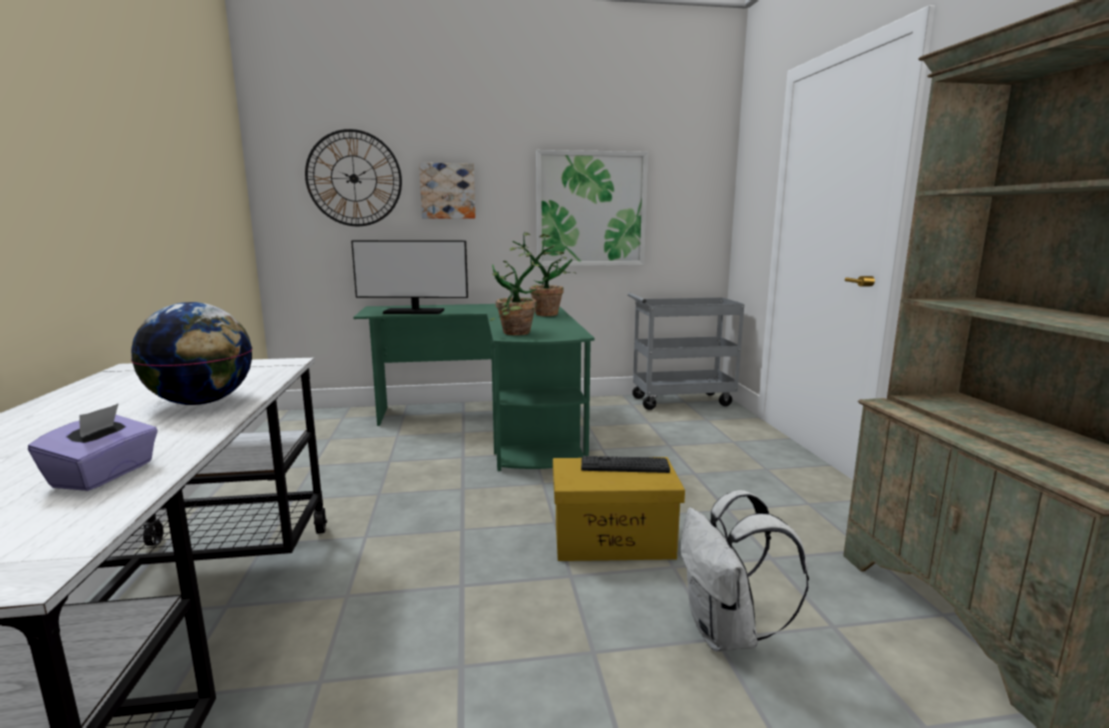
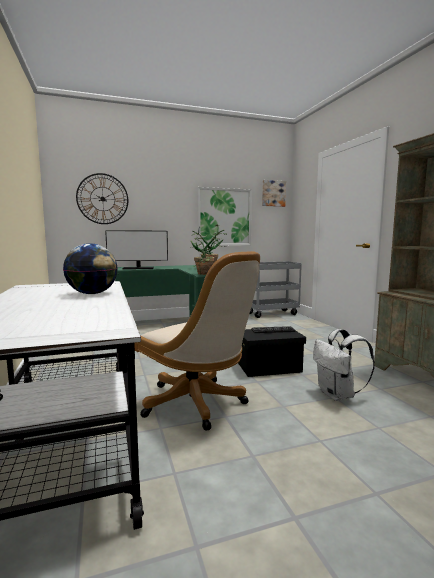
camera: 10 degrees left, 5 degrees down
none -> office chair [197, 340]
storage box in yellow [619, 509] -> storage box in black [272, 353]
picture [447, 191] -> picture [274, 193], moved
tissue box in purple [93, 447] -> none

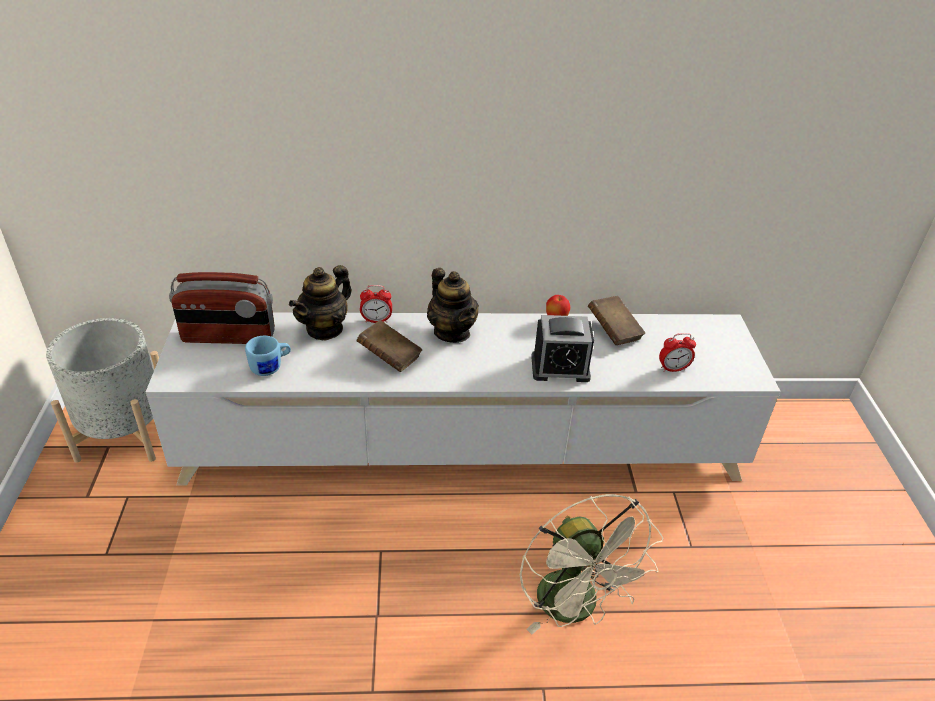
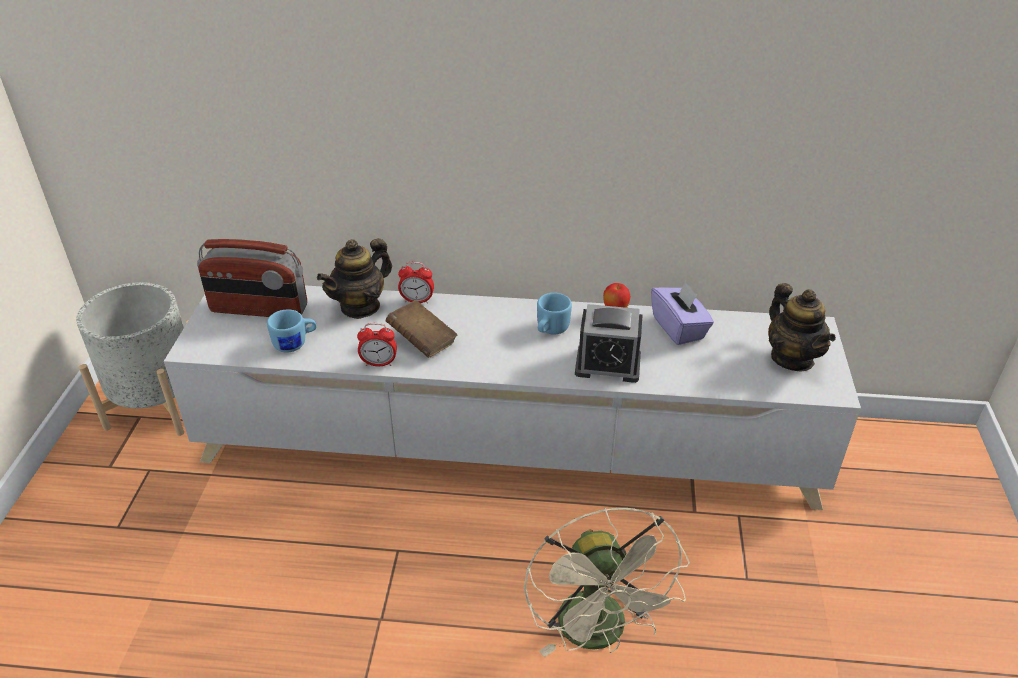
camera: 10 degrees right, 0 degrees up
alarm clock [677, 352] -> alarm clock [377, 344], moved
none -> mug in blue [554, 314]
book in brown [616, 320] -> tissue box in purple [682, 312]
teapot [453, 305] -> teapot [802, 327], moved

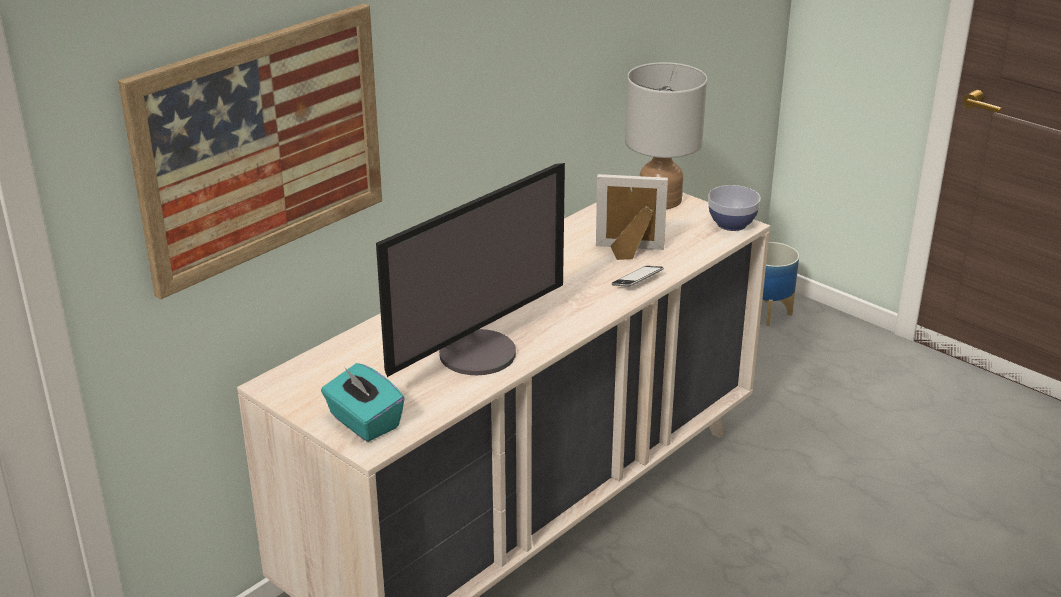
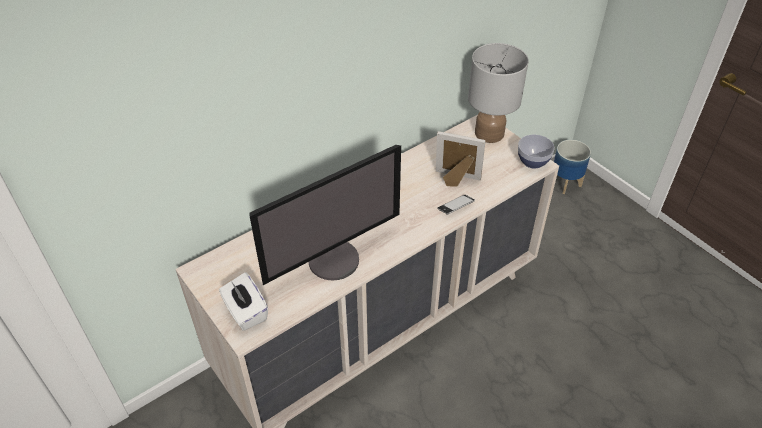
camera: 10 degrees right, 15 degrees up
tissue box in turquoise [363, 402] -> tissue box in white [243, 301]
picture [250, 152] -> none

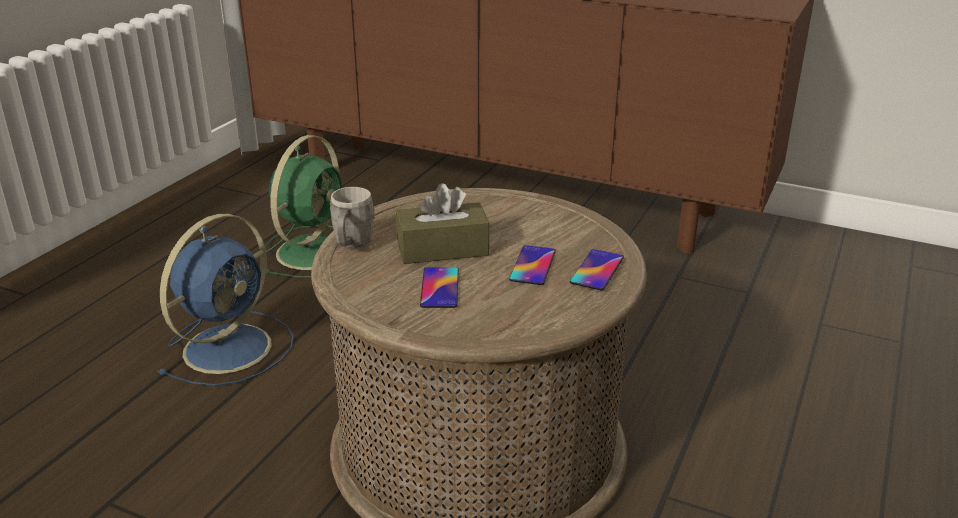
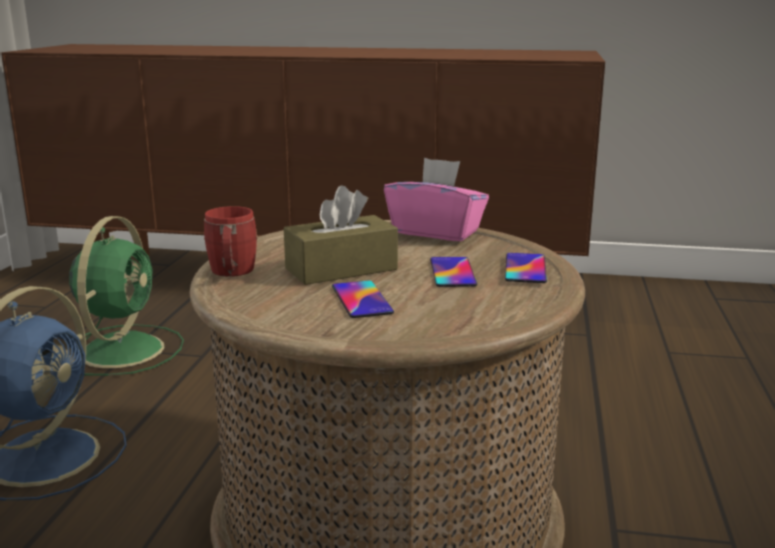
camera: 15 degrees left, 10 degrees down
mug in grey [352, 217] -> mug in red [231, 241]
none -> tissue box in pink [436, 199]

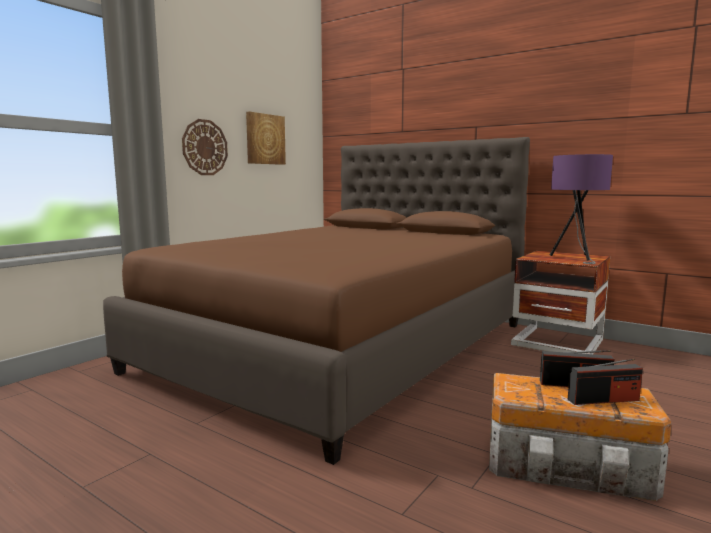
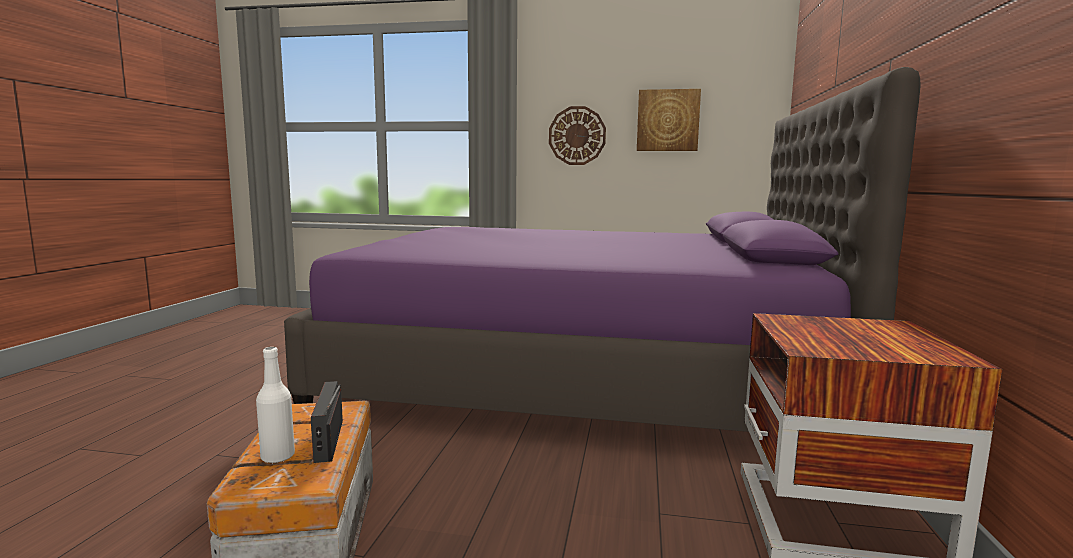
camera: 65 degrees right, 0 degrees up
radio [605, 381] -> bottle in white [275, 405]
bed in brown [316, 301] -> bed in purple [602, 249]
table lamp in purple [581, 209] -> none

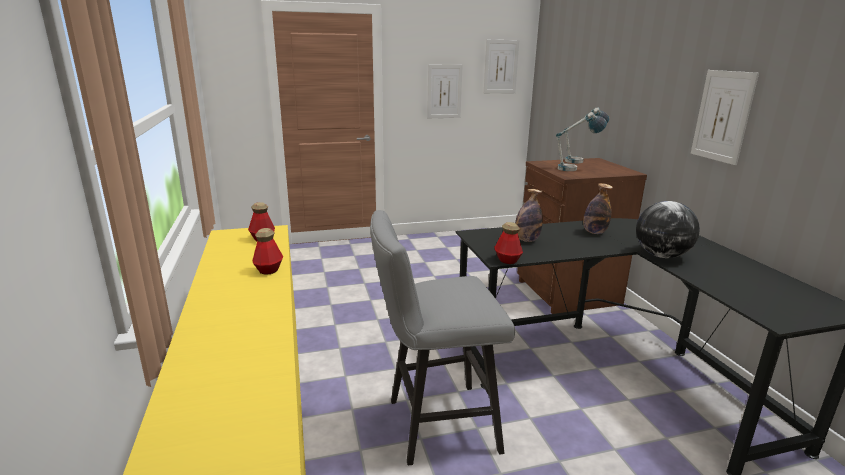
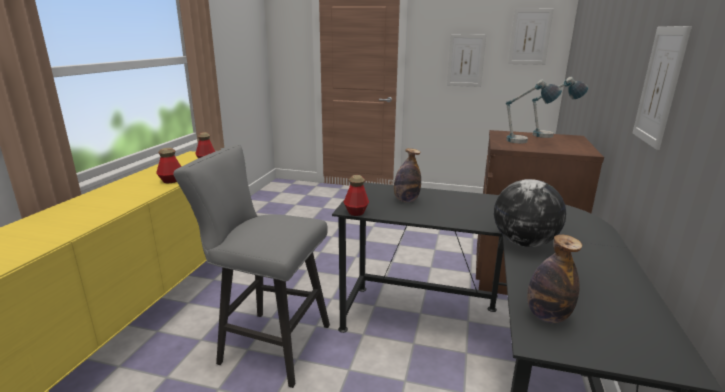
camera: 30 degrees right, 0 degrees up
bottle [598, 208] -> bottle [554, 279], moved

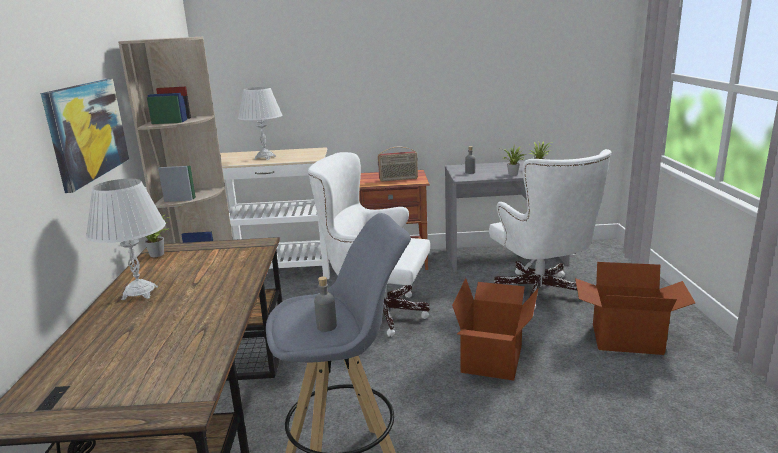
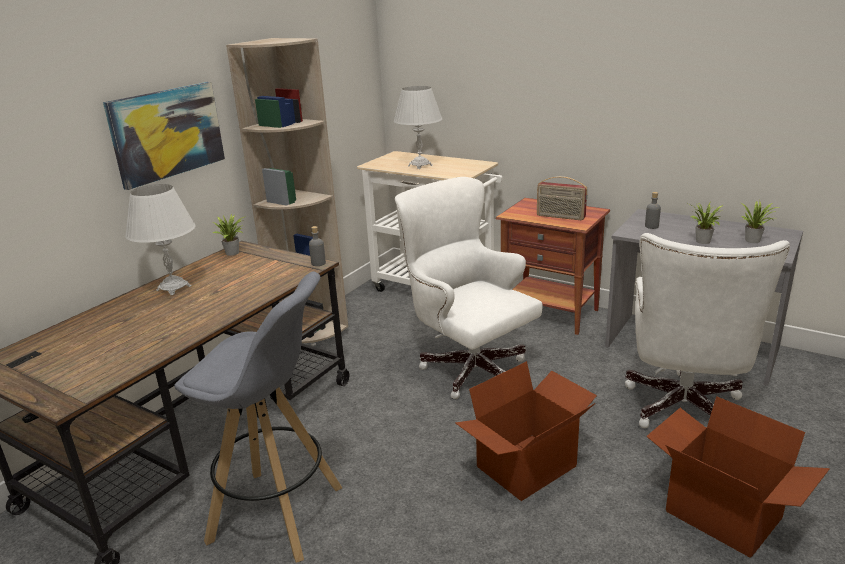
camera: 35 degrees right, 5 degrees up
bottle in grey [325, 304] -> bottle in grey [317, 246], moved

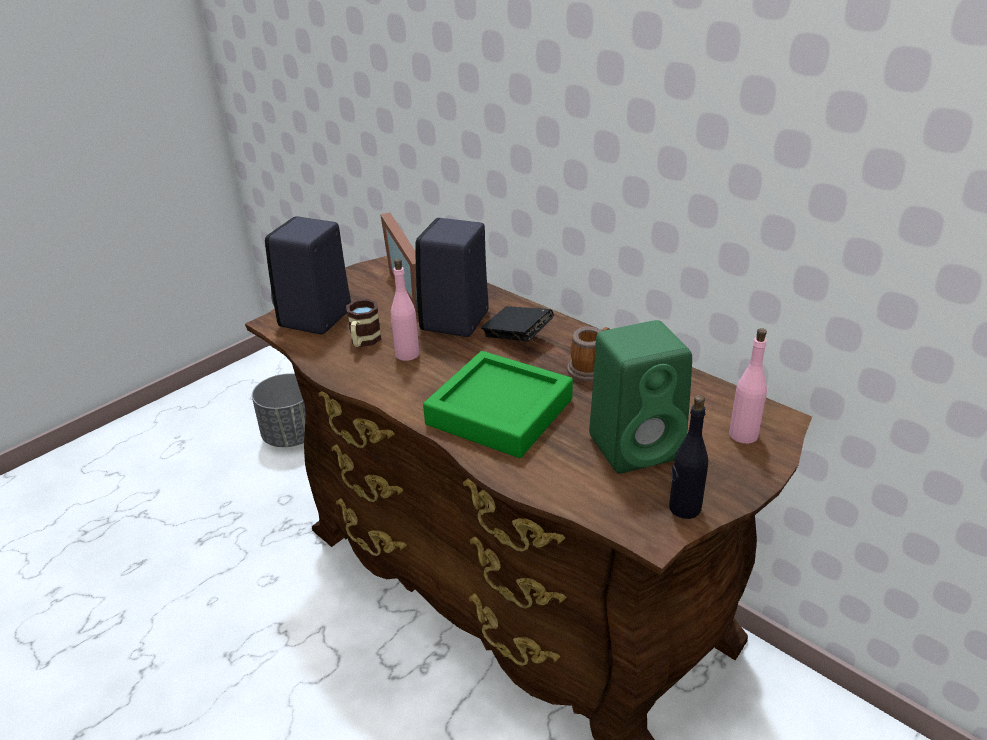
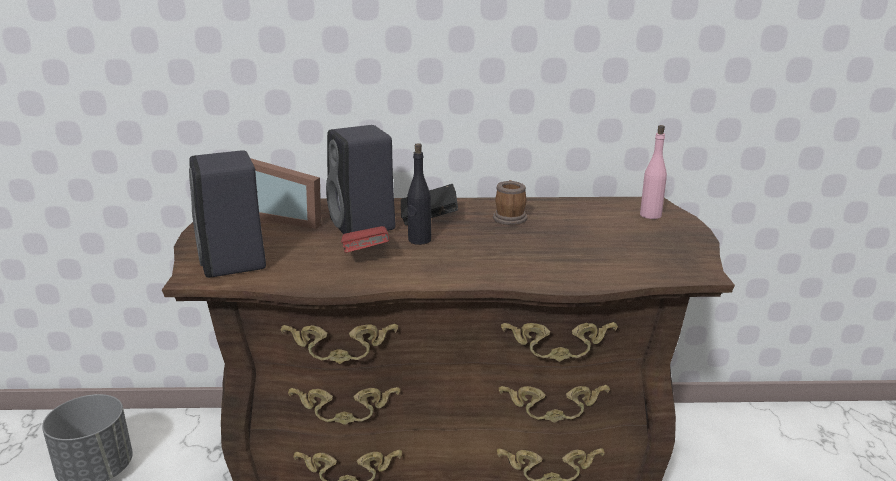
camera: 45 degrees left, 10 degrees down
bottle in pink [405, 310] -> book in red [365, 239]
bottle in black [688, 457] -> bottle in black [419, 194], moved
mug [364, 323] -> none
tray in green [498, 404] -> none
speaker in green [640, 397] -> none

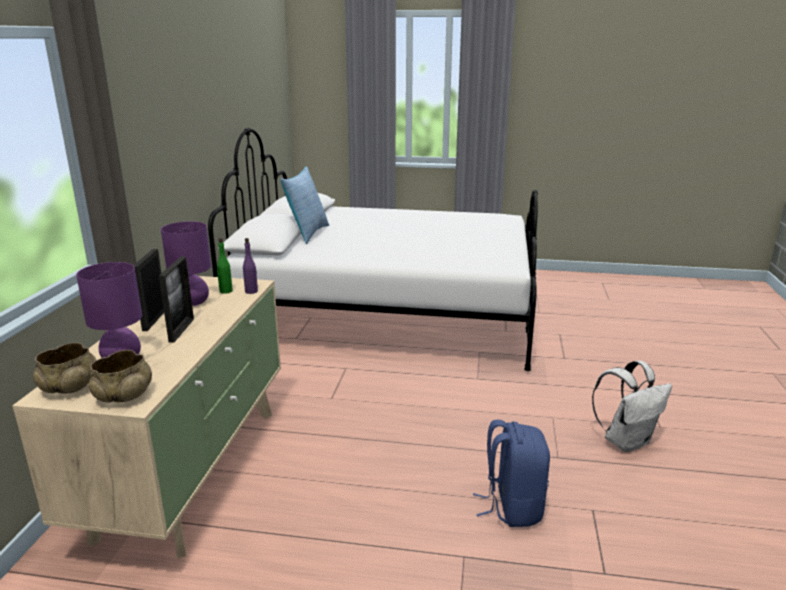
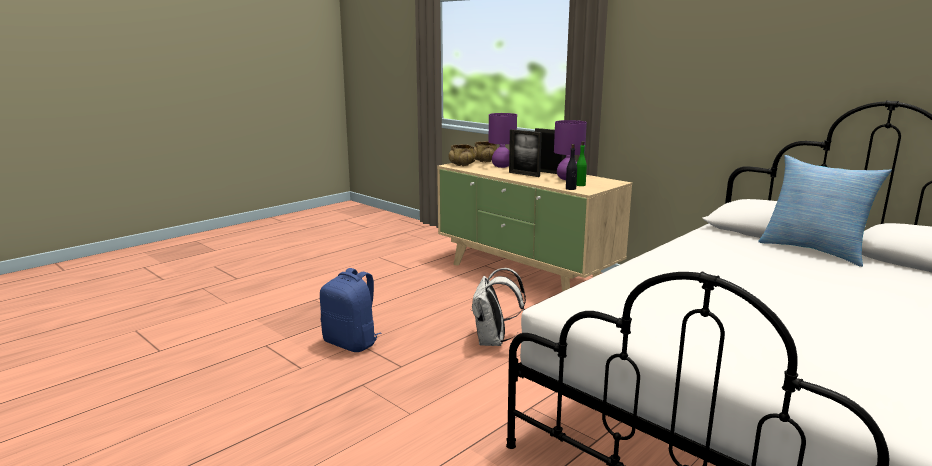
camera: 125 degrees right, 5 degrees down
backpack in white [632, 406] -> backpack in white [498, 307], moved
bottle in purple [250, 266] -> bottle in black [571, 167]

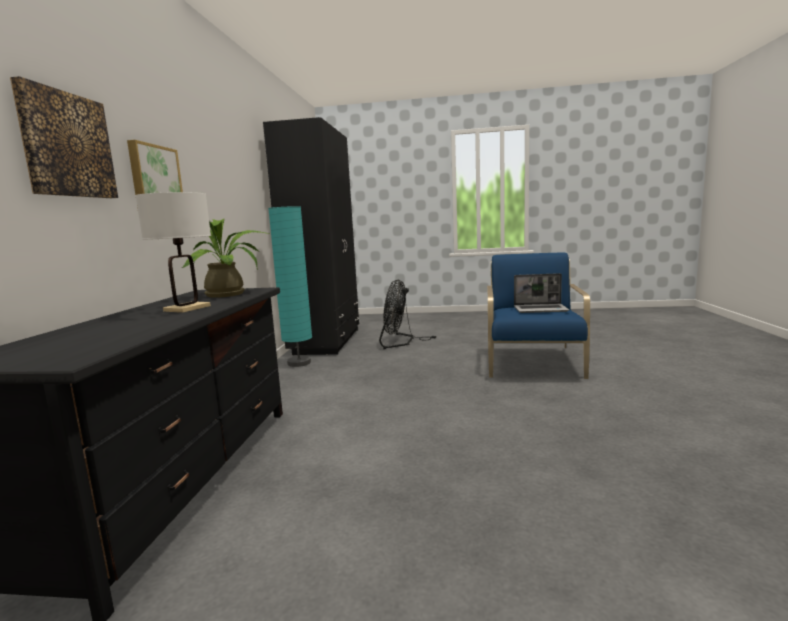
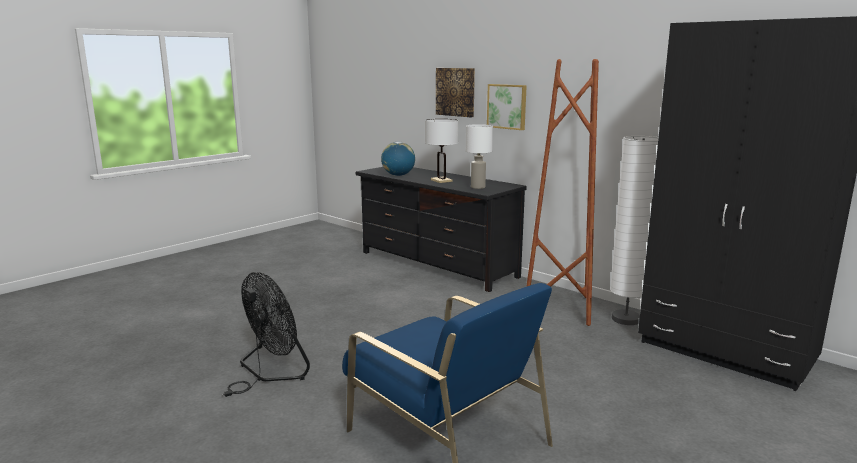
camera: 125 degrees right, 5 degrees up
fan in black [408, 314] -> fan in black [266, 334], moved
none -> globe [398, 159]
potted plant [225, 258] -> table lamp in white [479, 156]
none -> clothes rack in brown [562, 192]
floor lamp in turquoise [290, 286] -> floor lamp in white [634, 230]
laptop [541, 293] -> none

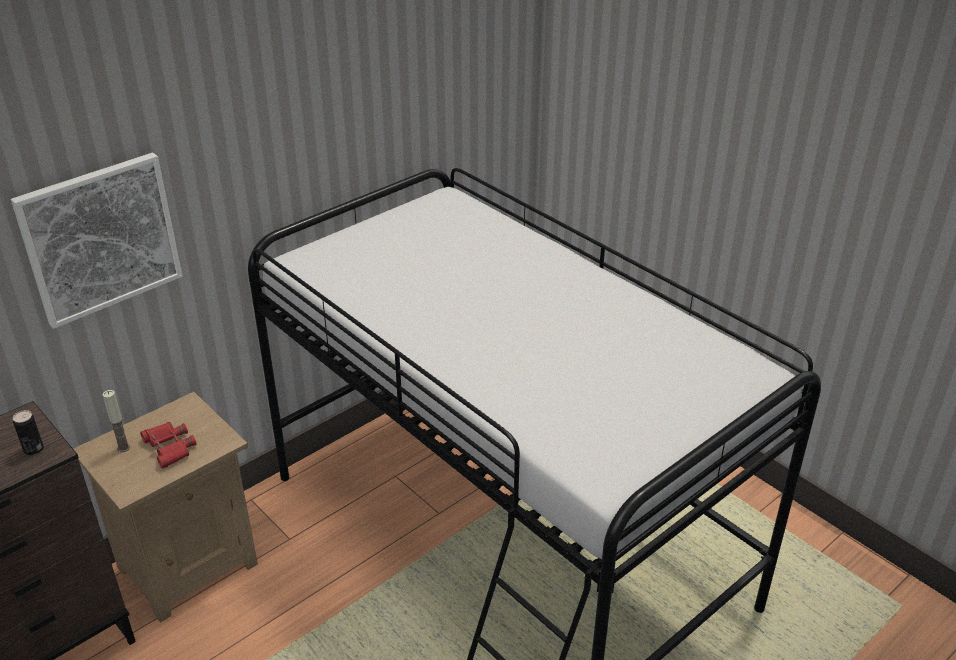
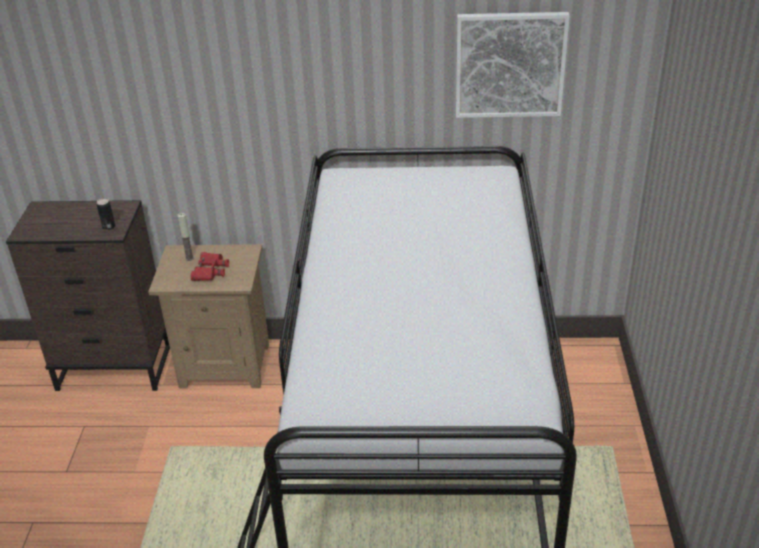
camera: 45 degrees right, 0 degrees up
picture [96, 241] -> picture [513, 65], moved

